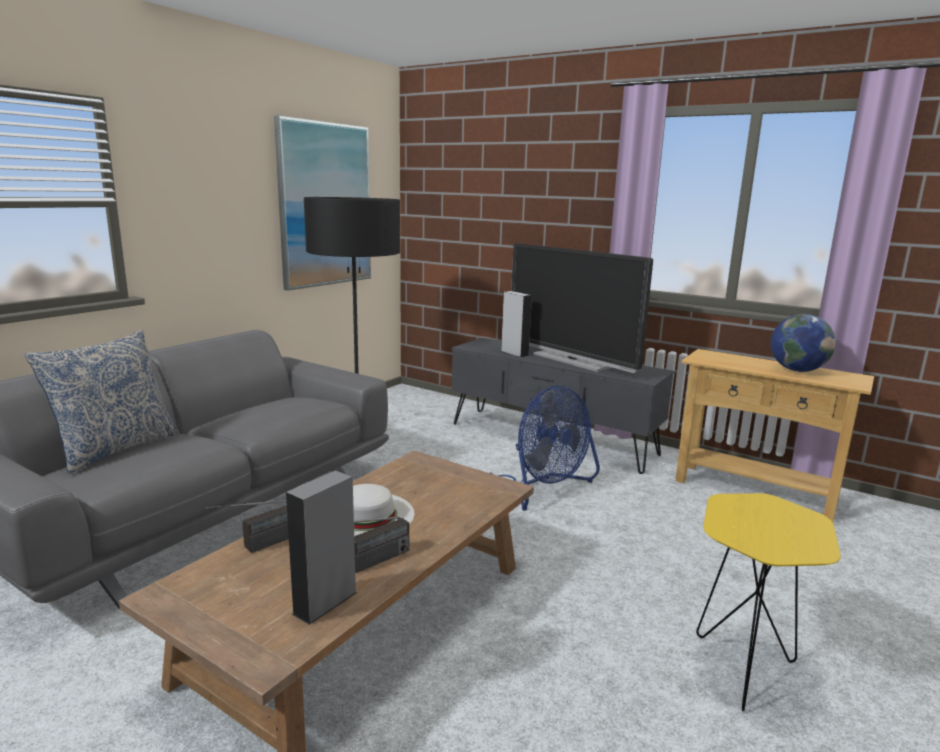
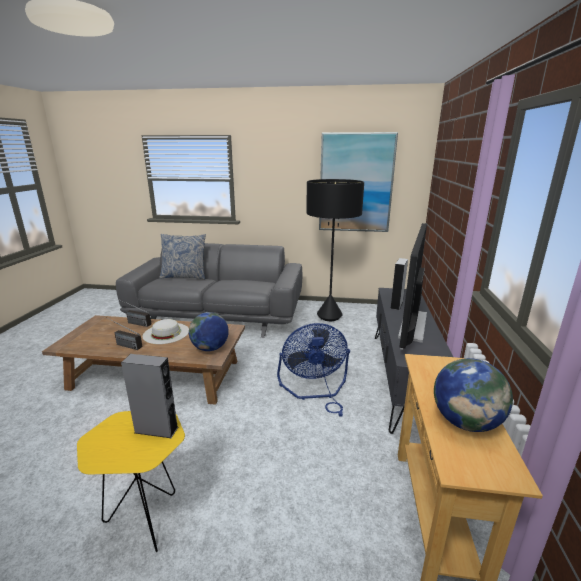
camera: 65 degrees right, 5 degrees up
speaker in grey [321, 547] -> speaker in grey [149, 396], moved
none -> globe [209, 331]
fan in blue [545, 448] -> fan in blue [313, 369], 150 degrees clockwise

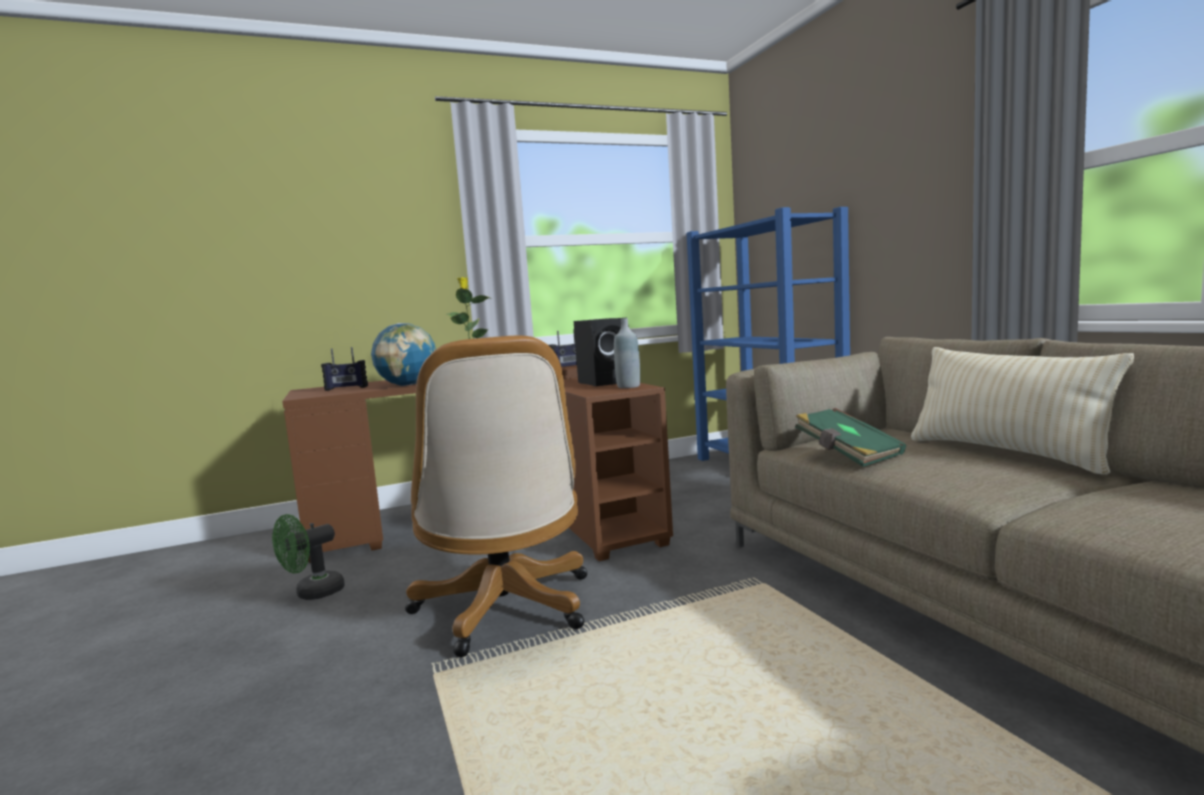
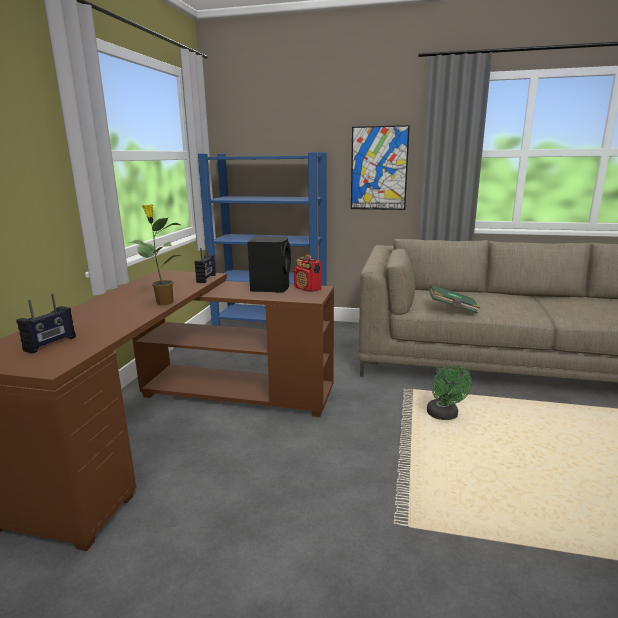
camera: 55 degrees left, 10 degrees up
bottle in grey [627, 353] -> radio [307, 273]
none -> picture [380, 167]
fan in green [308, 557] -> fan in green [449, 393], moved
globe [403, 354] -> none
office chair [496, 496] -> none
pillow in beige [1022, 411] -> none

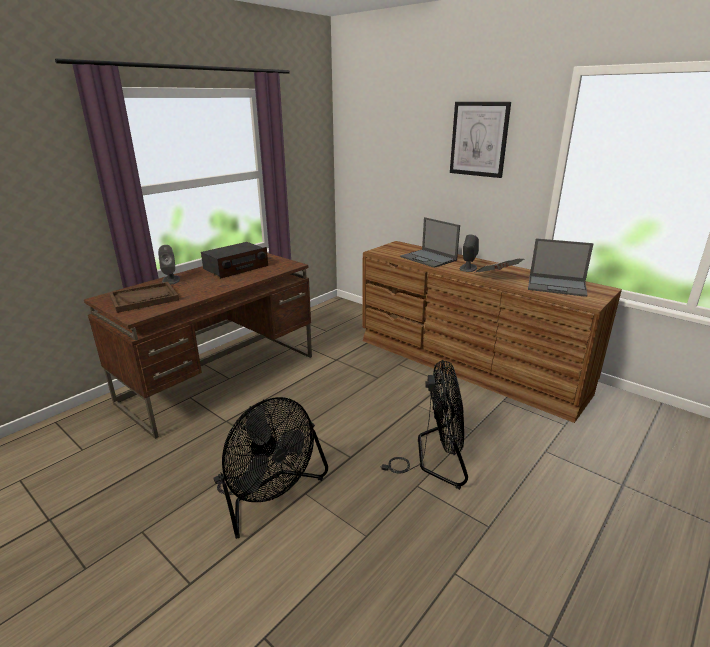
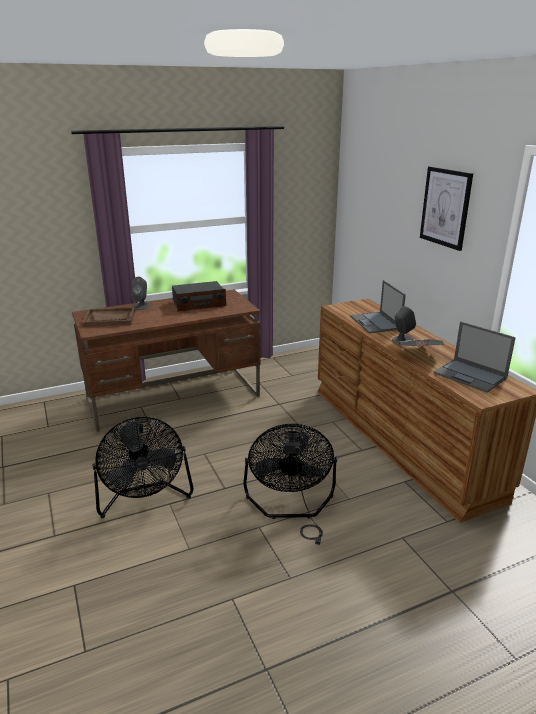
camera: 25 degrees right, 0 degrees up
fan in black [424, 425] -> fan in black [290, 484], 120 degrees counterclockwise

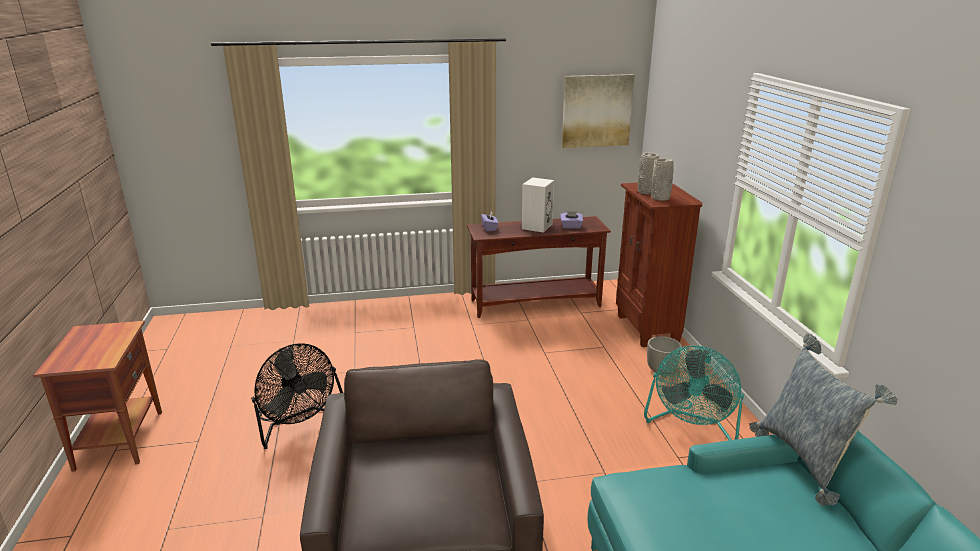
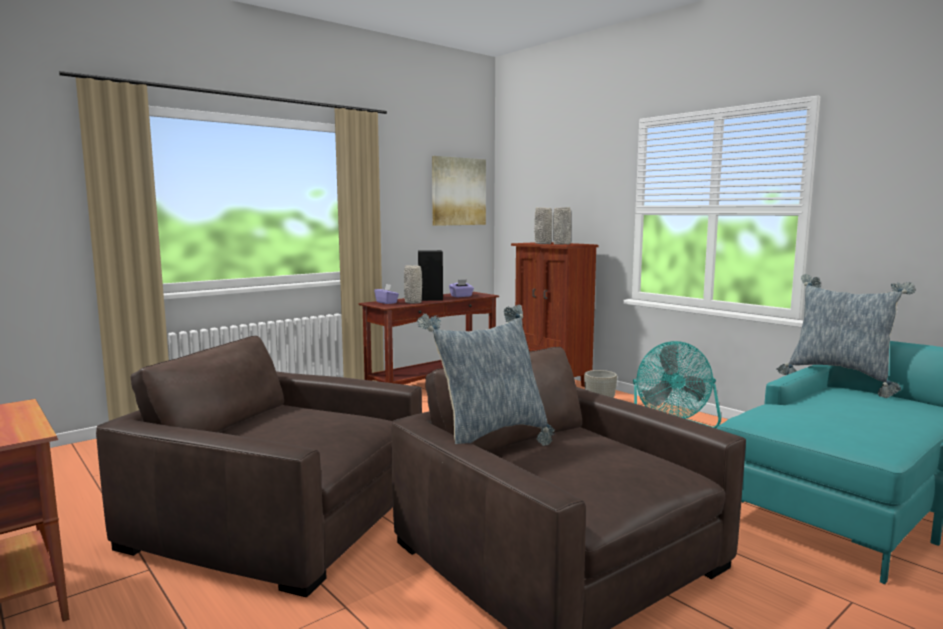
camera: 30 degrees left, 15 degrees down
fan in black [297, 396] -> armchair in brown [259, 466]
none -> vase in grey [413, 284]
none -> pillow [486, 375]
speaker in white [538, 205] -> speaker in black [430, 275]

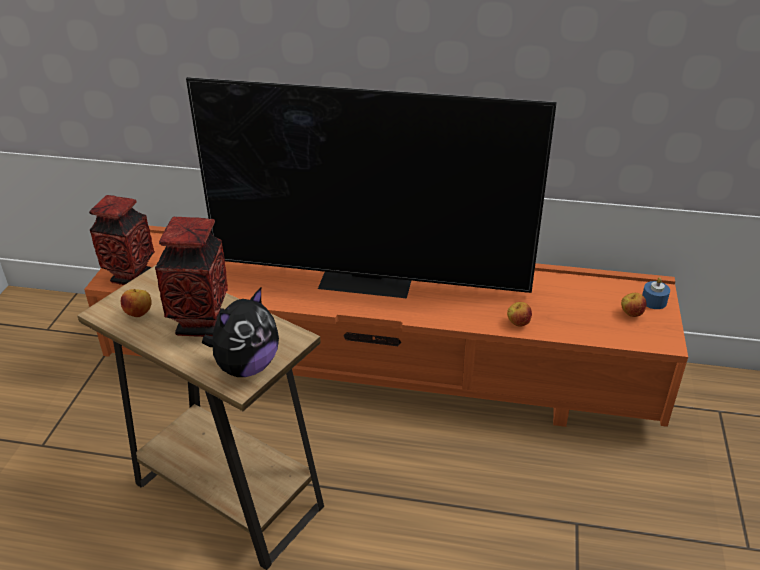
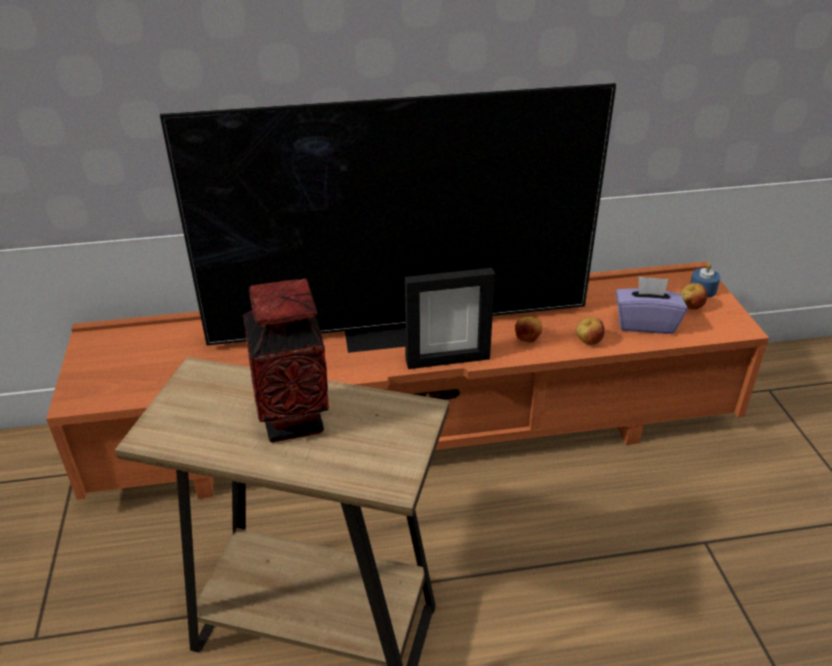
camera: 20 degrees left, 0 degrees up
none -> picture frame [450, 318]
apple [136, 303] -> apple [528, 330], moved
none -> tissue box in purple [651, 305]
vase [122, 240] -> none
plush toy [240, 332] -> none

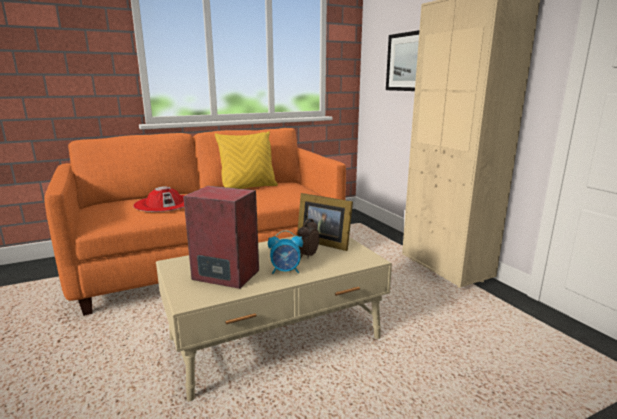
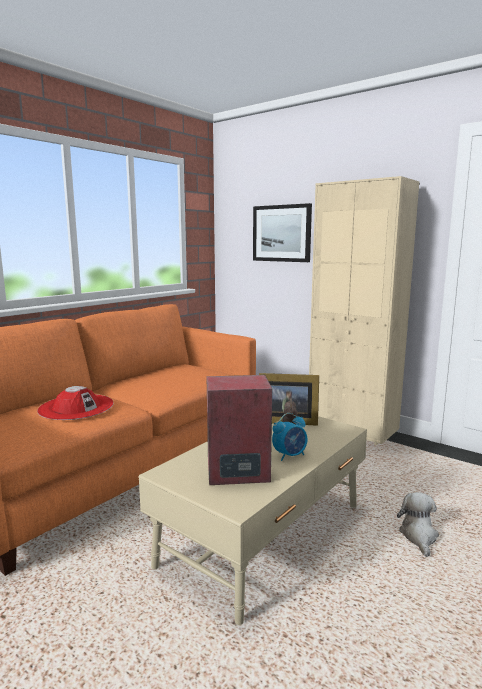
camera: 25 degrees left, 5 degrees down
none -> plush toy [418, 524]
pillow in yellow [246, 160] -> none

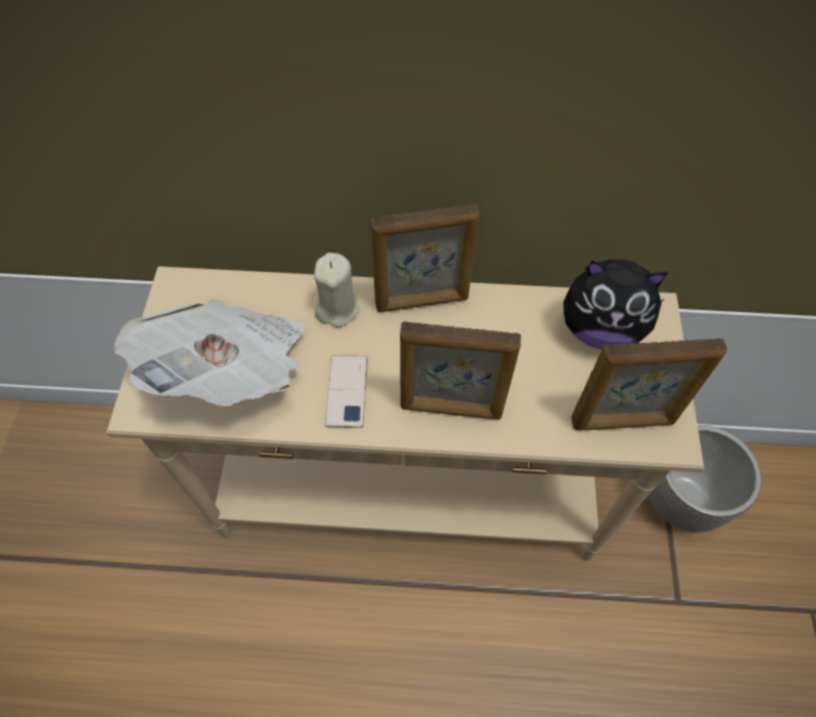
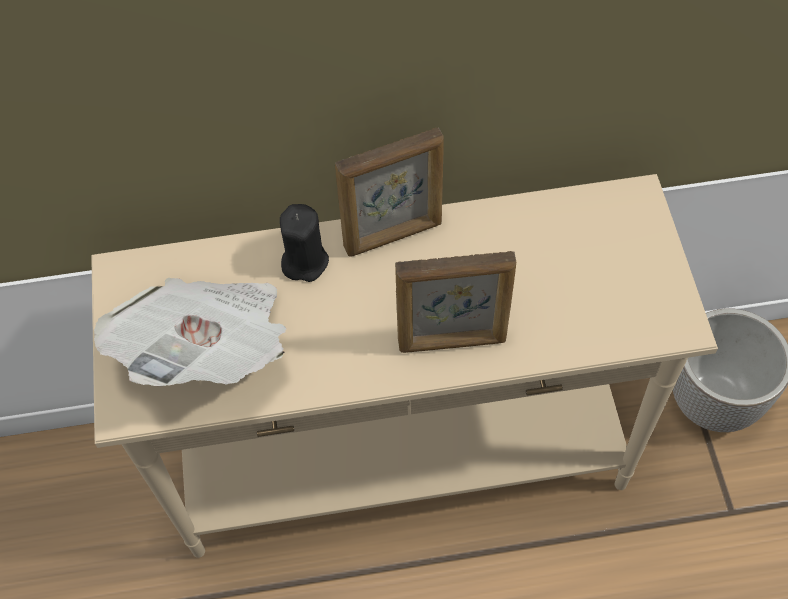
camera: 10 degrees left, 0 degrees up
candle in beige [336, 289] -> candle in black [304, 243]
phone [346, 391] -> none
plush toy [615, 305] -> none
picture frame [649, 384] -> none

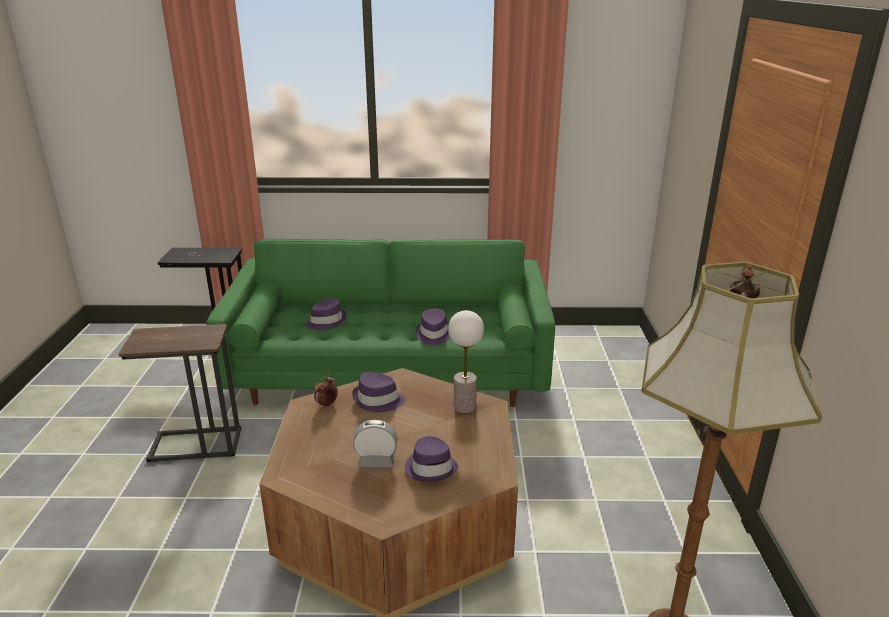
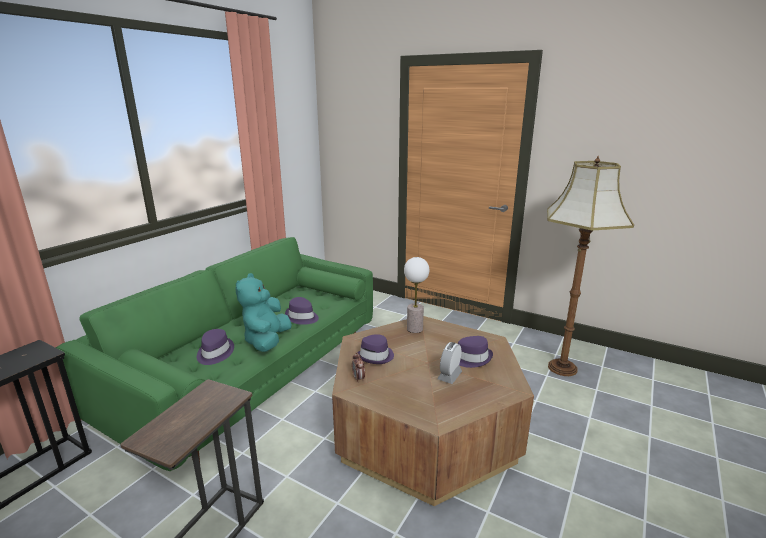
camera: 60 degrees left, 5 degrees down
none -> plush toy in turquoise [263, 312]

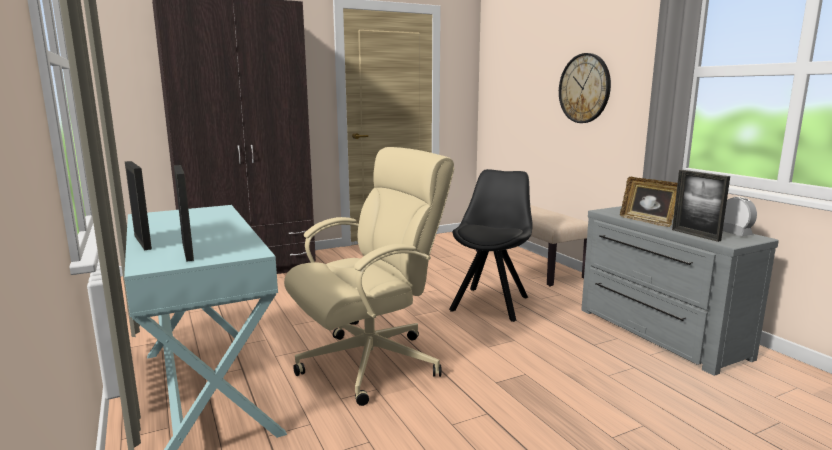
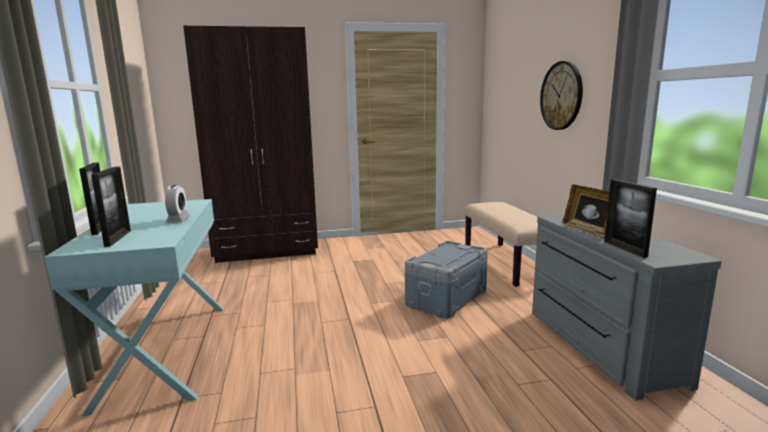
camera: 15 degrees right, 0 degrees up
alarm clock [740, 216] -> alarm clock [177, 204], moved
chair in black [491, 245] -> storage box in grey [446, 280]
office chair in beige [369, 276] -> none

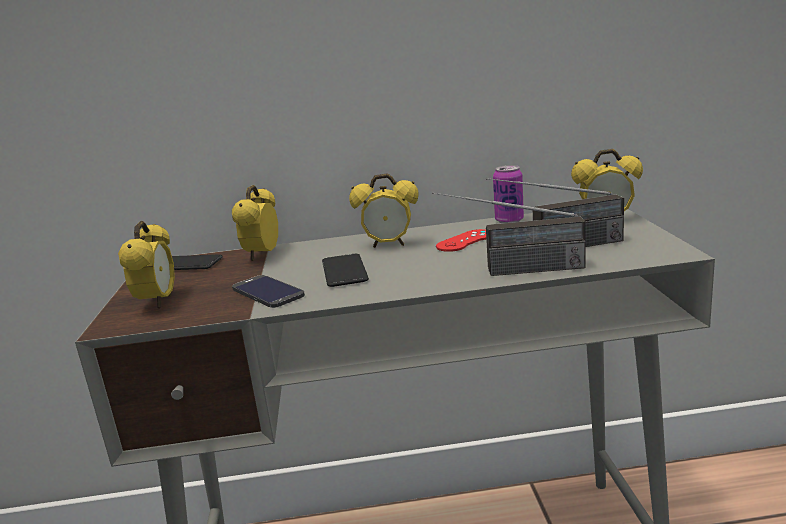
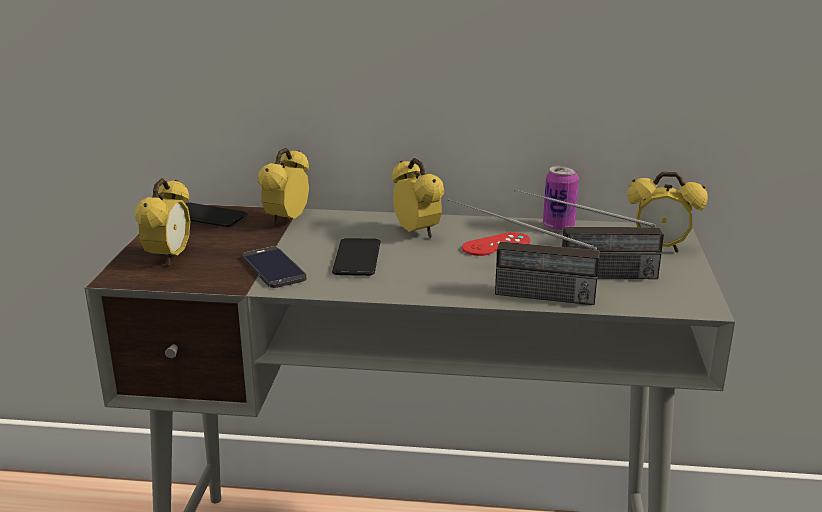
camera: 10 degrees right, 5 degrees up
alarm clock [383, 210] -> alarm clock [418, 198], 135 degrees counterclockwise

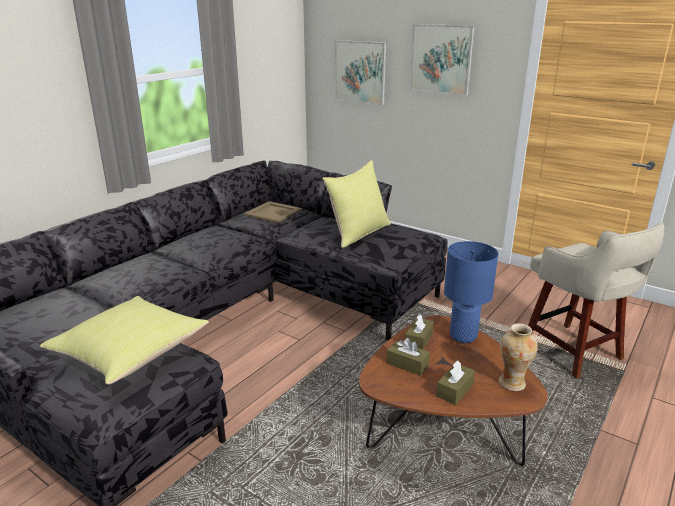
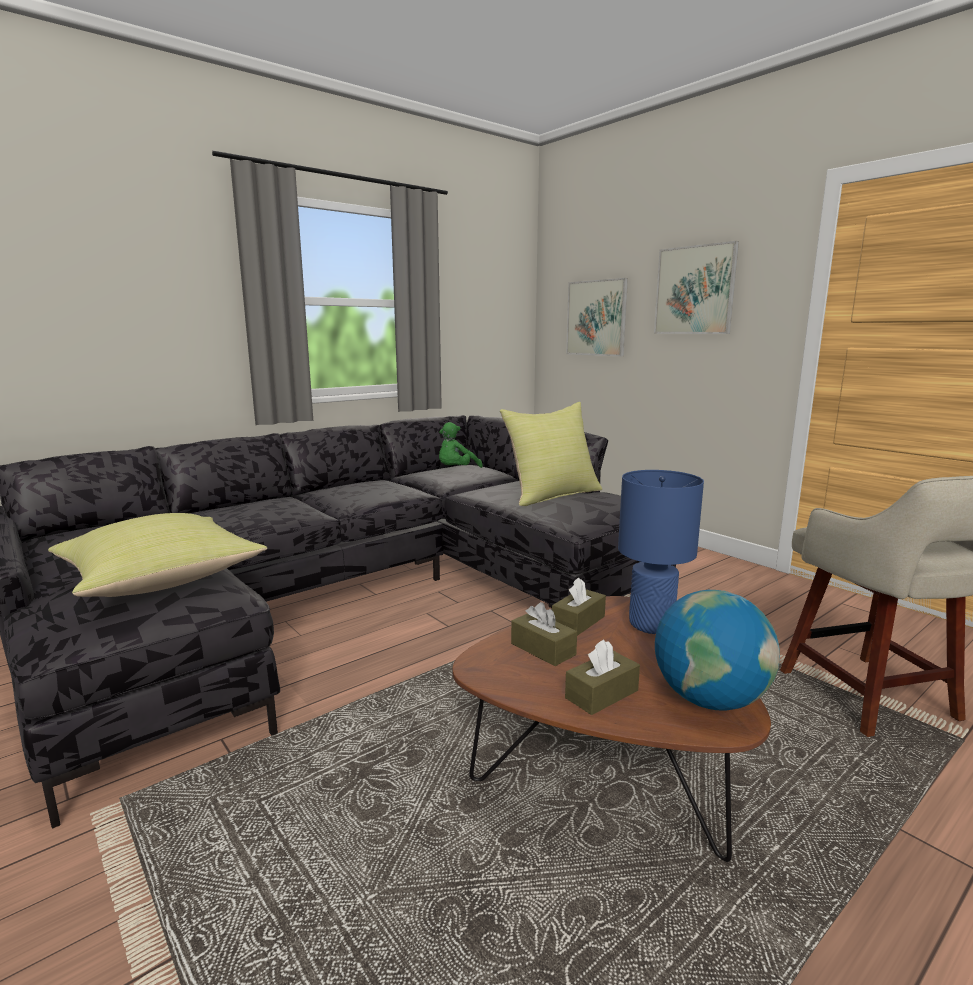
camera: 15 degrees right, 10 degrees down
tray in beige [273, 212] -> plush toy in green [461, 445]
vase [518, 357] -> globe [717, 650]

